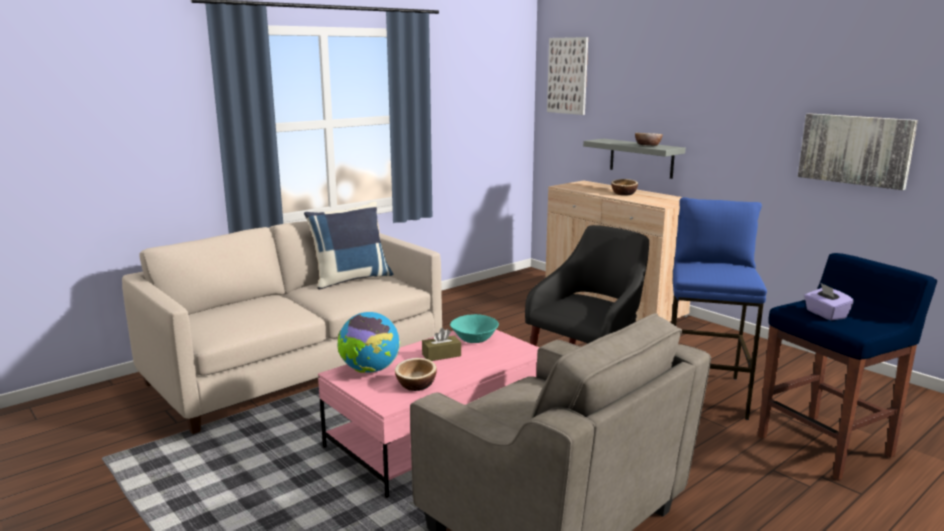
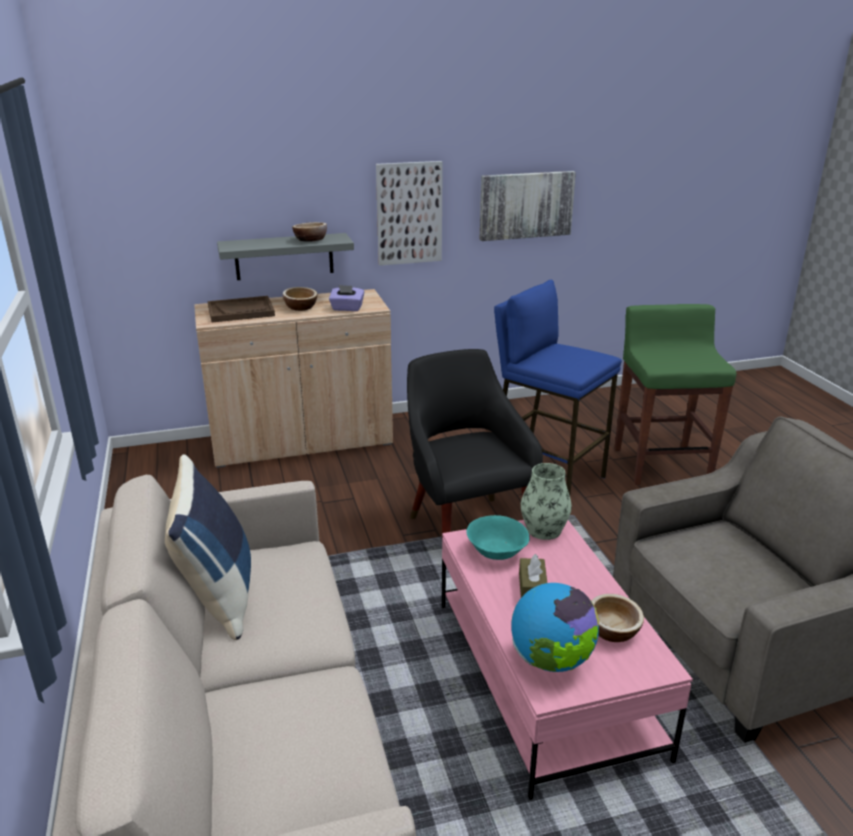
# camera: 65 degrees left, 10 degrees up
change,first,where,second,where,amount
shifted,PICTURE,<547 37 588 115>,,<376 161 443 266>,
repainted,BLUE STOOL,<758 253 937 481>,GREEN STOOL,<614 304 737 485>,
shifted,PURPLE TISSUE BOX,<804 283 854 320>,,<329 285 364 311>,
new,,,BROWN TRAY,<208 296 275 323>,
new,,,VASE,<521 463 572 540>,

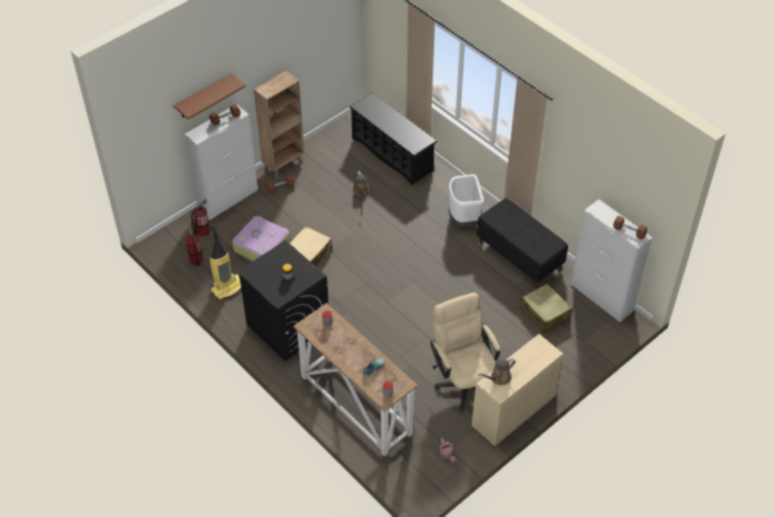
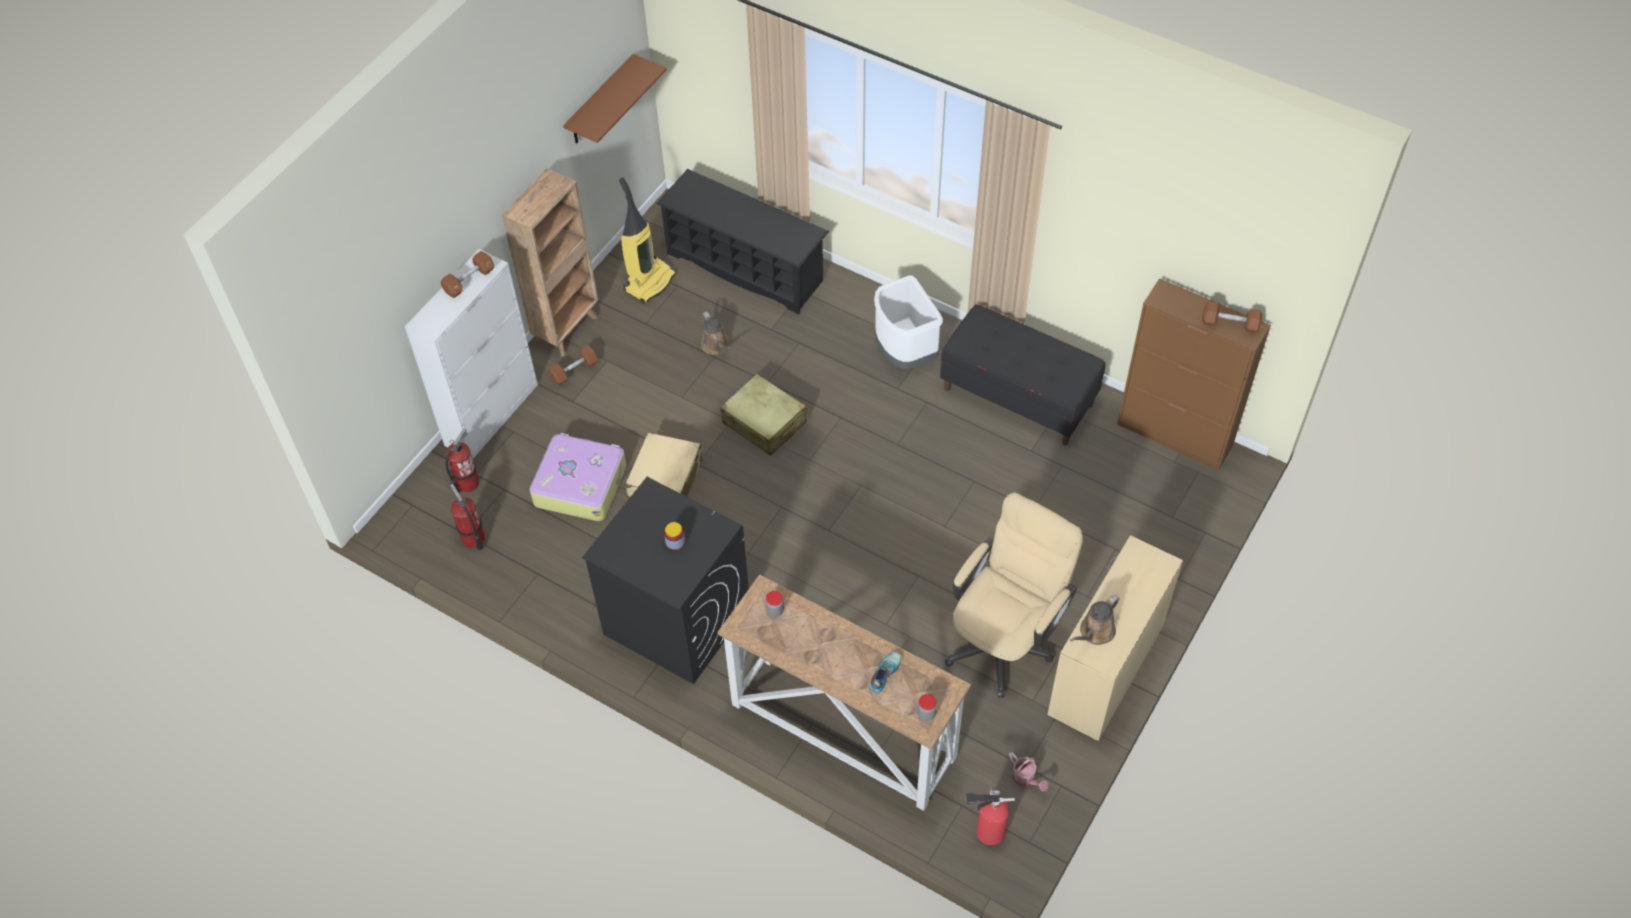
# camera: 15 degrees left, 5 degrees up
change,first,where,second,where,amount
shifted,BROWN SHELF,<173 73 246 119>,,<563 54 667 144>,
repainted,WHITE CABINET,<571 199 652 322>,BROWN CABINET,<1117 278 1271 470>,
shifted,VACUUM CLEANER,<209 224 241 301>,,<619 177 676 304>,
shifted,BEIGE SUITCASE,<520 283 572 333>,,<720 374 807 456>,
rotated,BEIGE OFFICE CHAIR,<430 292 500 413>,,<945 492 1083 698>,75 degrees clockwise
new,,,FIRE EXTINGUISHER,<966 786 1015 846>,

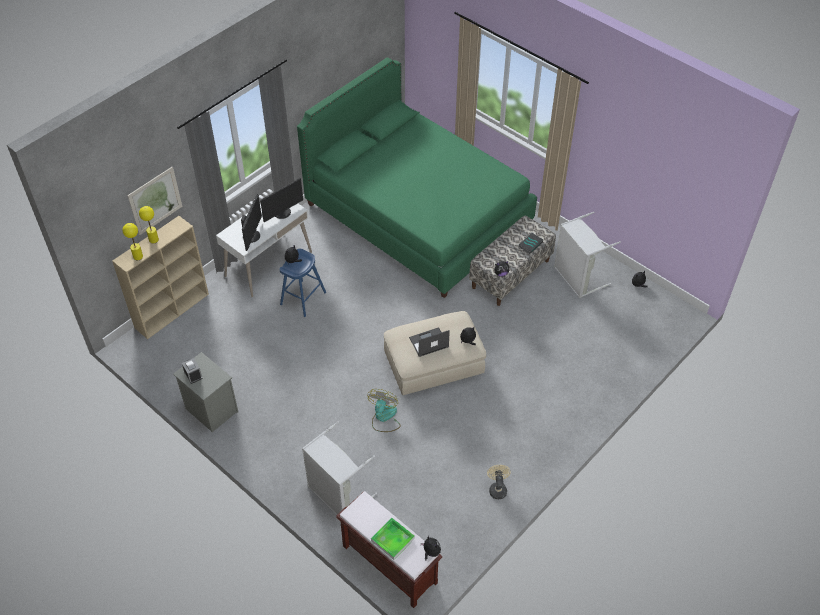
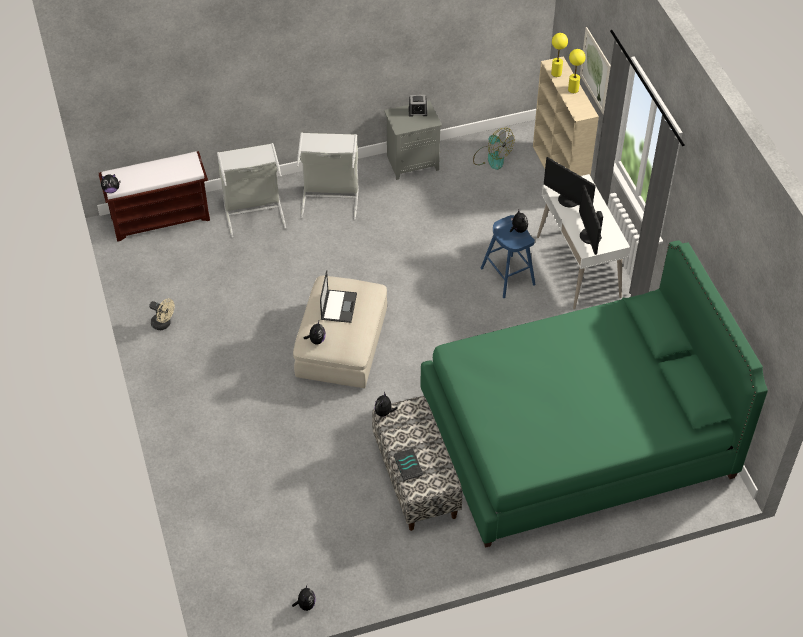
# camera: 120 degrees right, 0 degrees up
change,first,where,second,where,amount
shifted,GREY LAUNDRY BASKET,<554 212 621 298>,,<297 132 359 220>,
shifted,FAN,<367 389 401 432>,,<473 128 514 170>,
gone,TRAY,<371 518 415 560>,,,

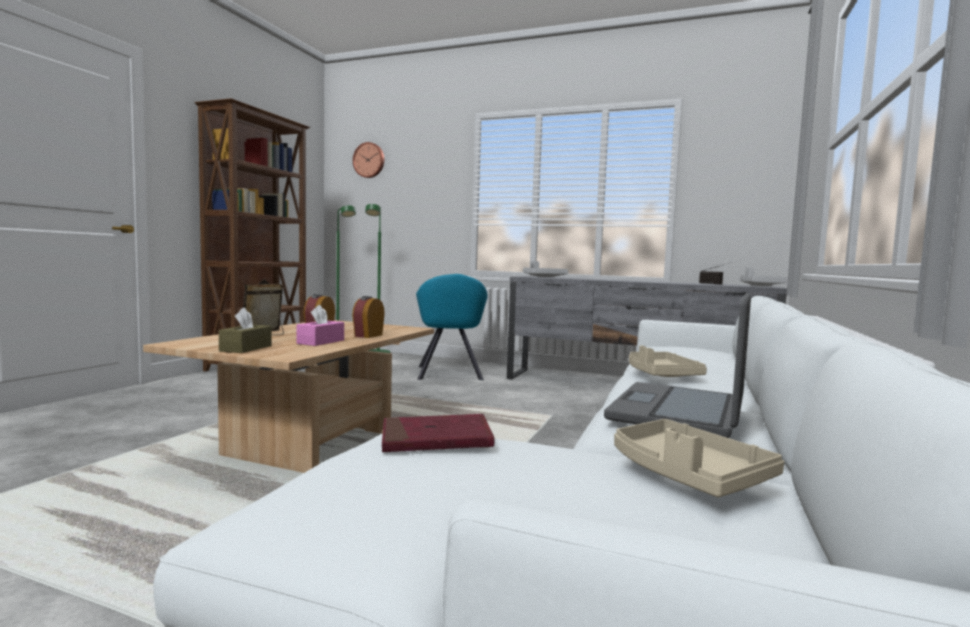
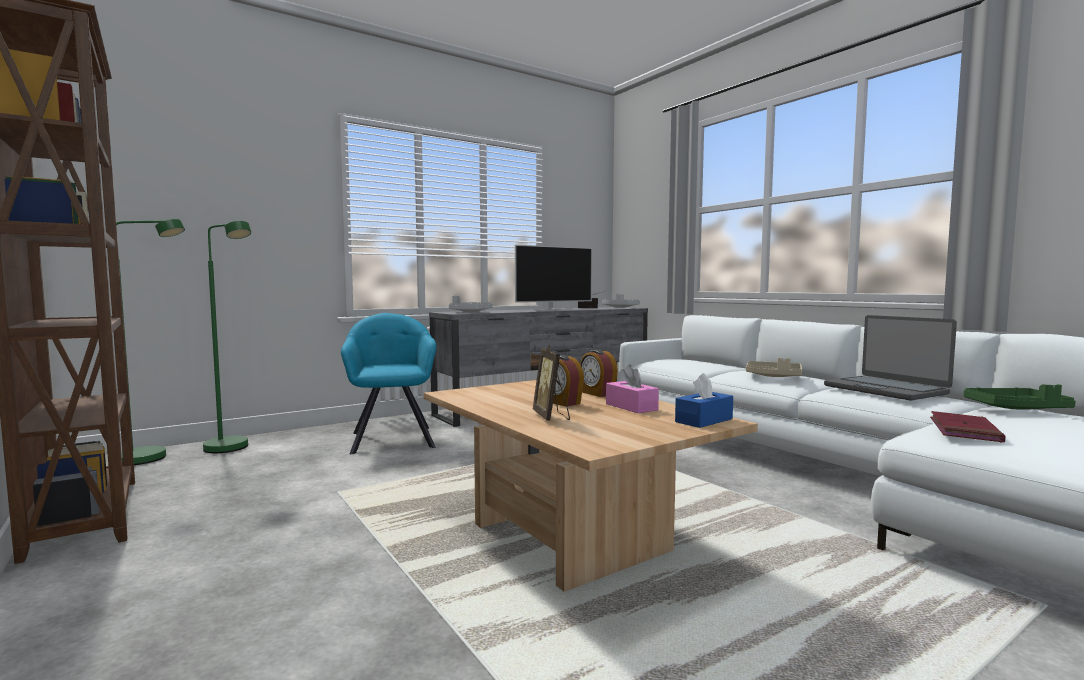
# camera: 55 degrees left, 0 degrees up
change,first,where,second,where,amount
gone,WALL CLOCK,<353 142 384 178>,,,
rotated,TURQUOISE ARMCHAIR,<416 274 488 380>,,<341 313 437 454>,135 degrees counterclockwise
gone,BROWN TISSUE BOX,<219 307 272 353>,,,
repainted,BEIGE TRAY,<614 419 784 497>,GREEN TRAY,<964 384 1076 410>,
new,,,TELEVISION,<515 245 592 310>,
new,,,BLUE TISSUE BOX,<675 373 733 428>,

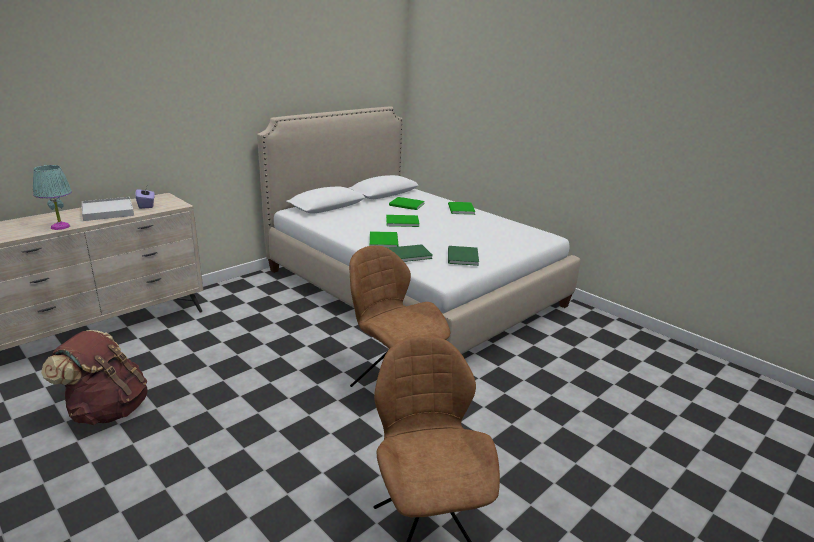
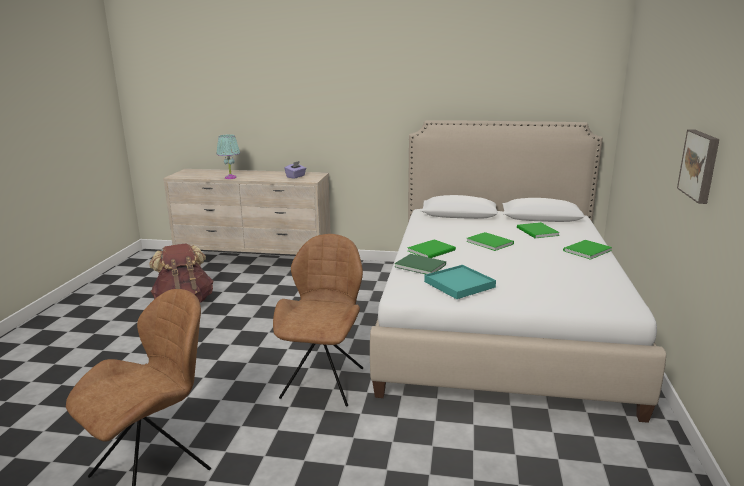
# camera: 55 degrees right, 5 degrees down
change,first,where,second,where,amount
gone,WHITE TRAY,<82 197 134 221>,,,
swapped,GREEN BOOK,<448 246 479 266>,TURQUOISE TRAY,<424 265 496 299>,
new,,,PICTURE,<677 129 719 204>,

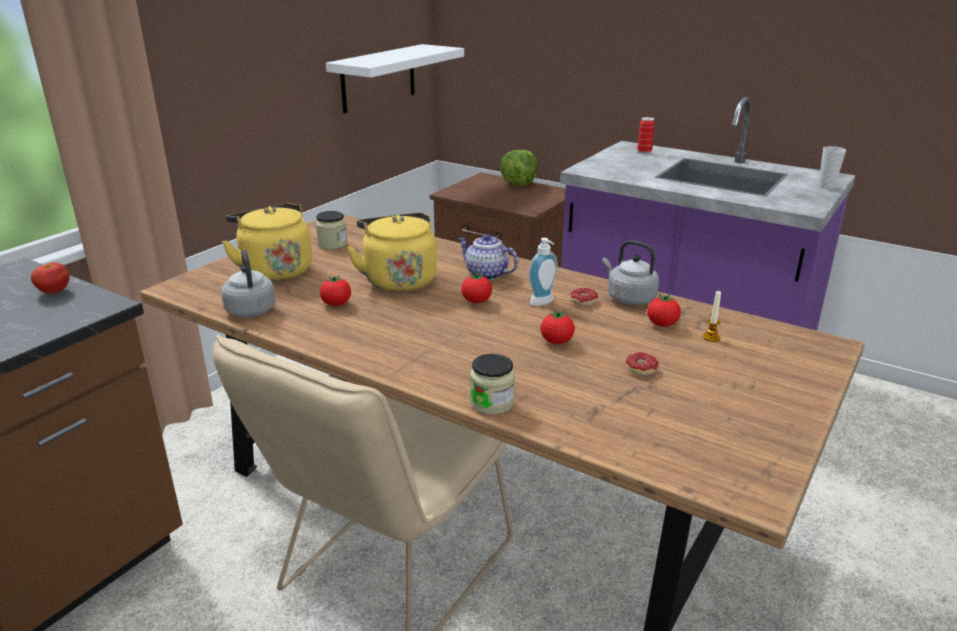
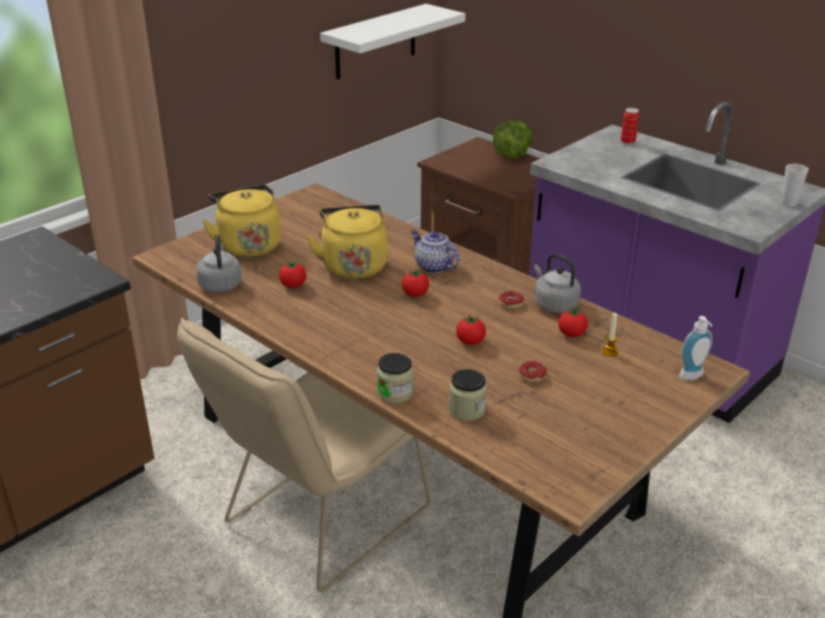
# camera: 10 degrees right, 5 degrees up
change,first,where,second,where,amount
shifted,JAR,<316 211 347 250>,,<449 369 487 421>,
shifted,SOAP DISPENSER,<528 238 558 306>,,<679 316 713 380>,
gone,TOMATO,<31 263 69 294>,,,

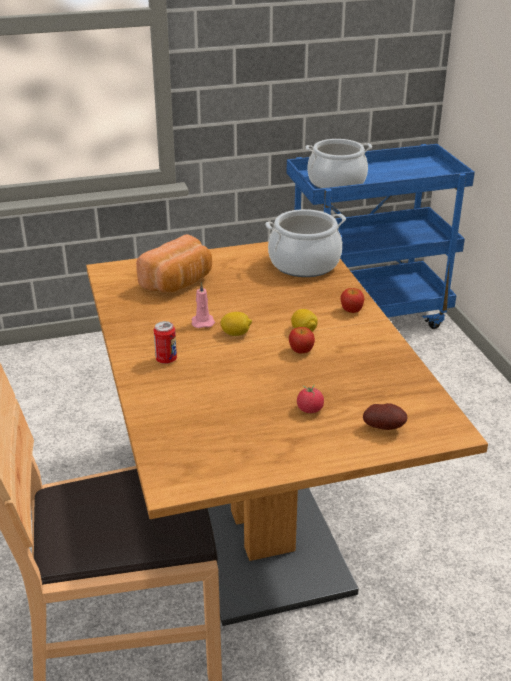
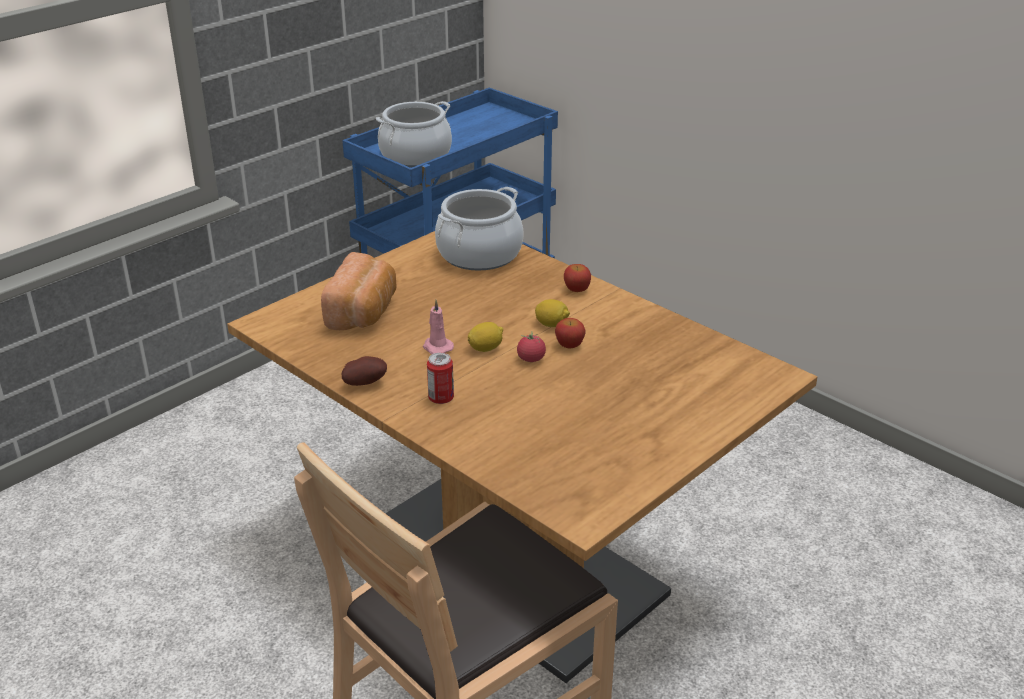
# camera: 30 degrees left, 0 degrees up
change,first,where,second,where,amount
shifted,TOMATO,<297 385 324 413>,,<517 331 546 362>,
shifted,POTATO,<363 403 408 430>,,<342 356 387 386>,

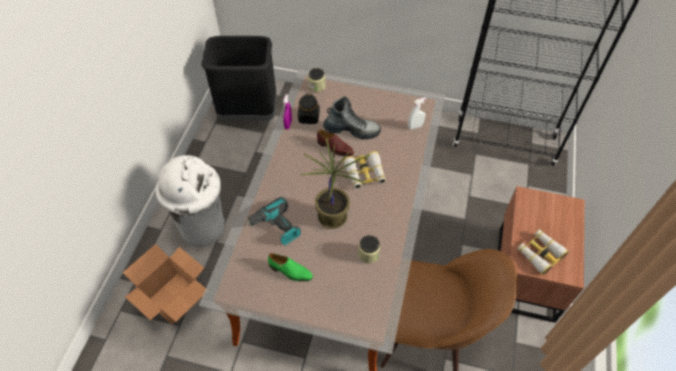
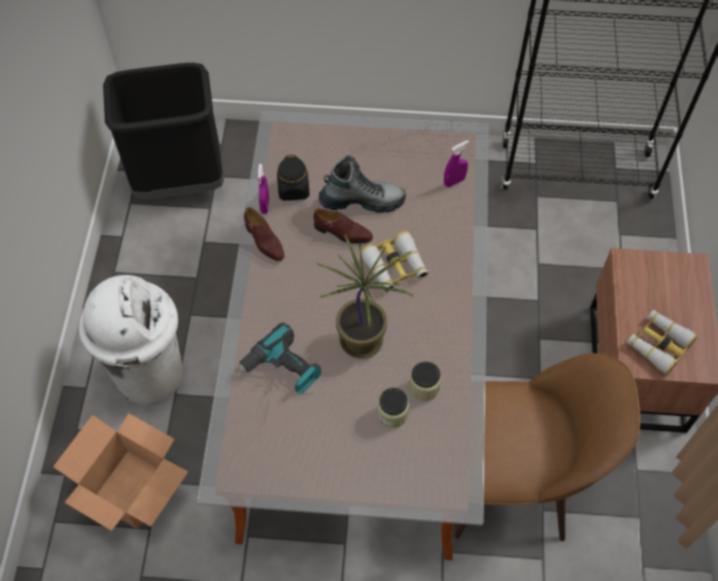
# camera: 10 degrees left, 5 degrees up
change,first,where,second,where,amount
shifted,JAR,<308 68 326 92>,,<377 388 409 428>,
repainted,WHITE SPRAY BOTTLE,<408 97 427 130>,PURPLE SPRAY BOTTLE,<444 140 469 187>,
gone,GREEN SHOE,<268 253 313 281>,,,
new,,,BROWN SHOE,<244 207 285 261>,

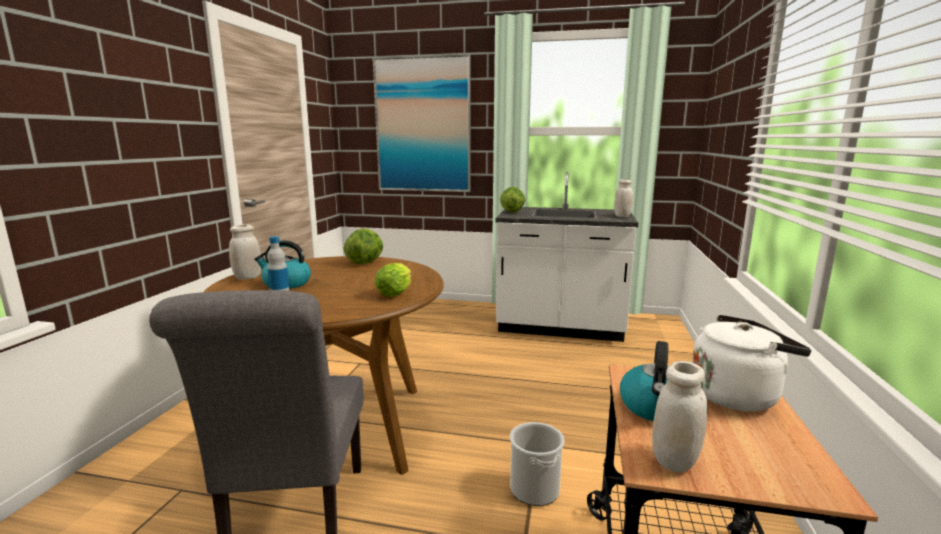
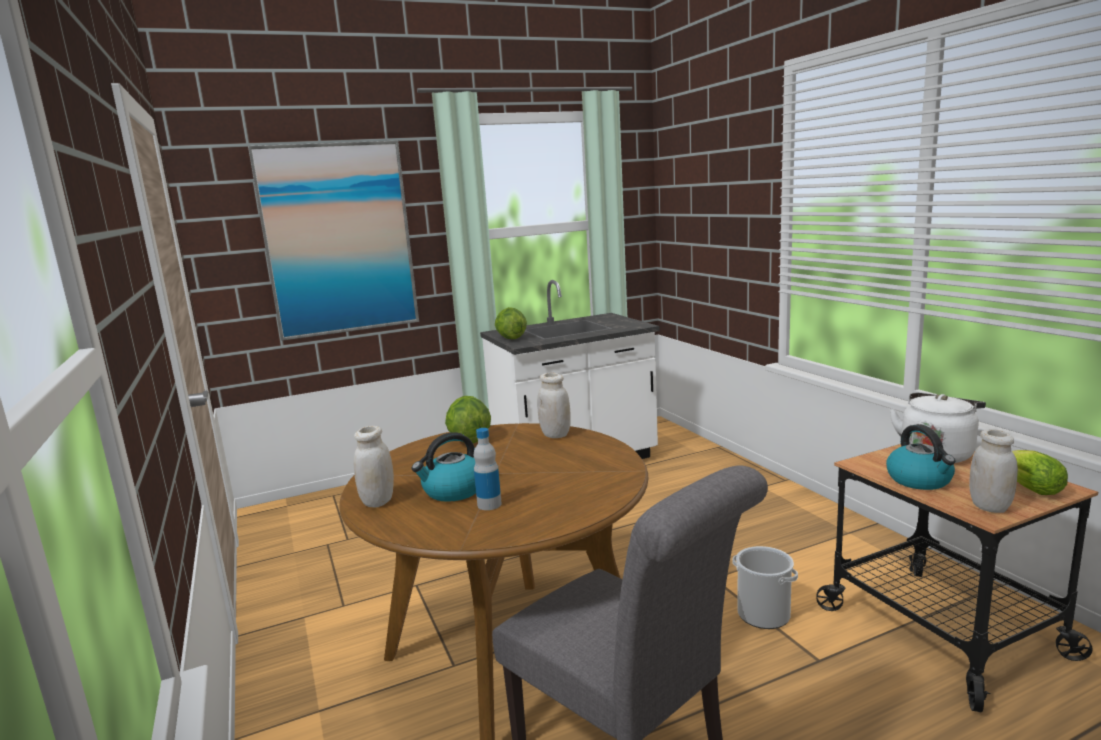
# camera: 35 degrees left, 0 degrees up
change,first,where,second,where,amount
shifted,WHITE JAR,<614 179 633 217>,,<537 373 571 438>,
shifted,LETTUCE,<375 263 411 297>,,<1012 450 1068 495>,

